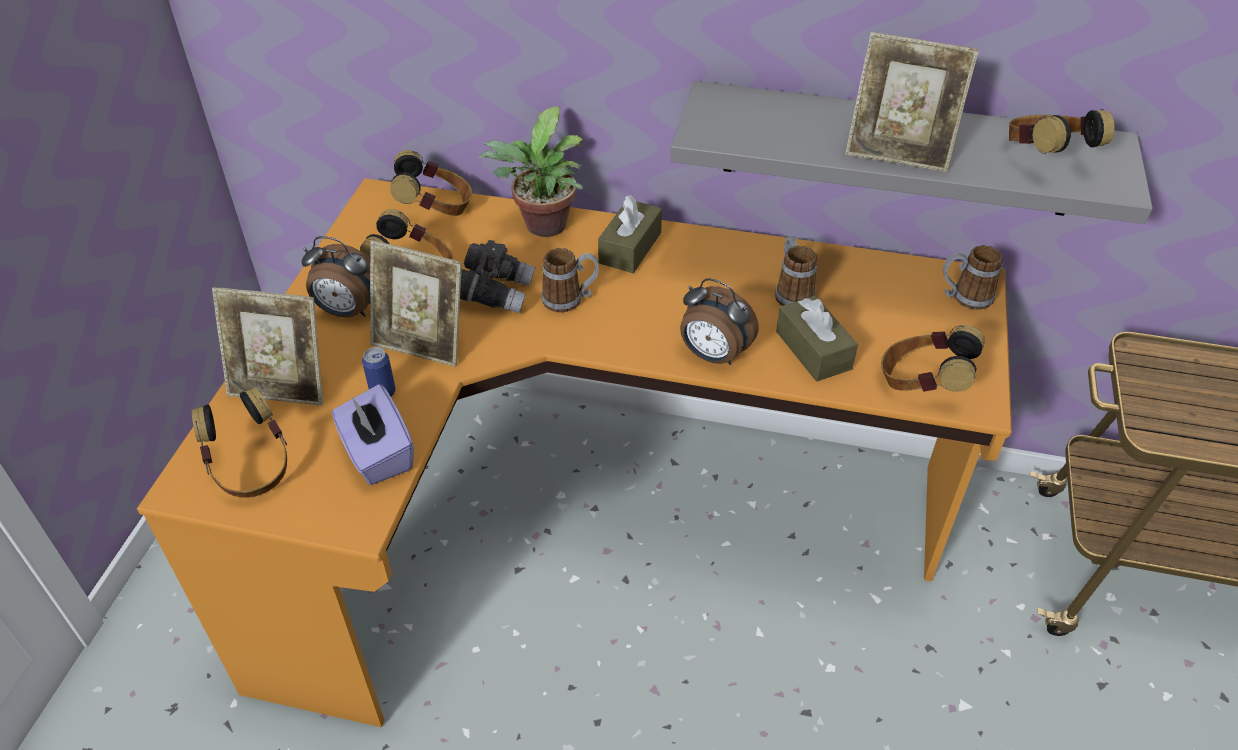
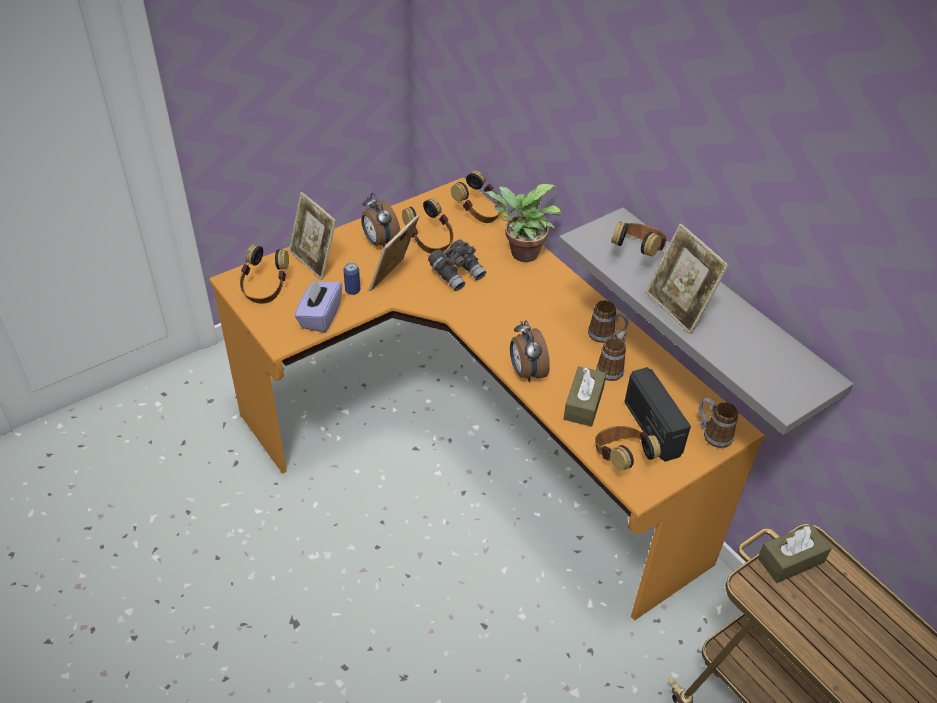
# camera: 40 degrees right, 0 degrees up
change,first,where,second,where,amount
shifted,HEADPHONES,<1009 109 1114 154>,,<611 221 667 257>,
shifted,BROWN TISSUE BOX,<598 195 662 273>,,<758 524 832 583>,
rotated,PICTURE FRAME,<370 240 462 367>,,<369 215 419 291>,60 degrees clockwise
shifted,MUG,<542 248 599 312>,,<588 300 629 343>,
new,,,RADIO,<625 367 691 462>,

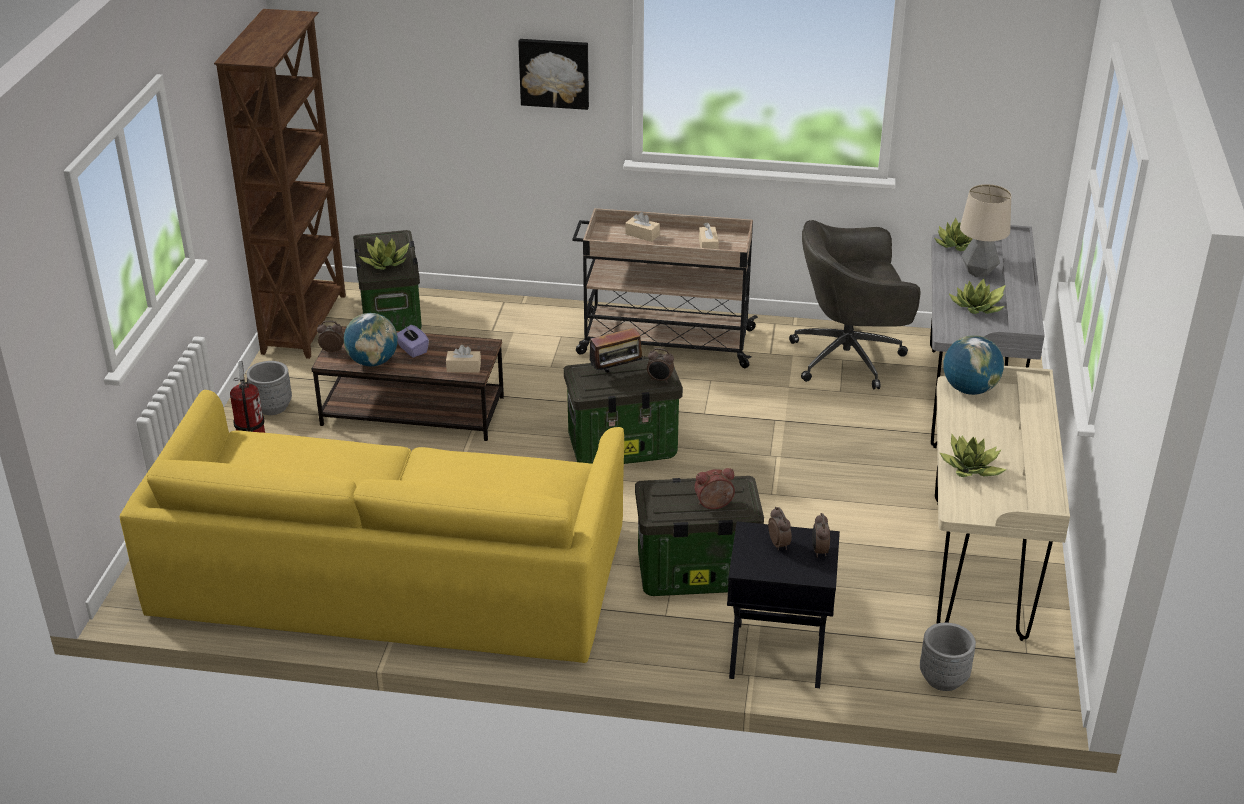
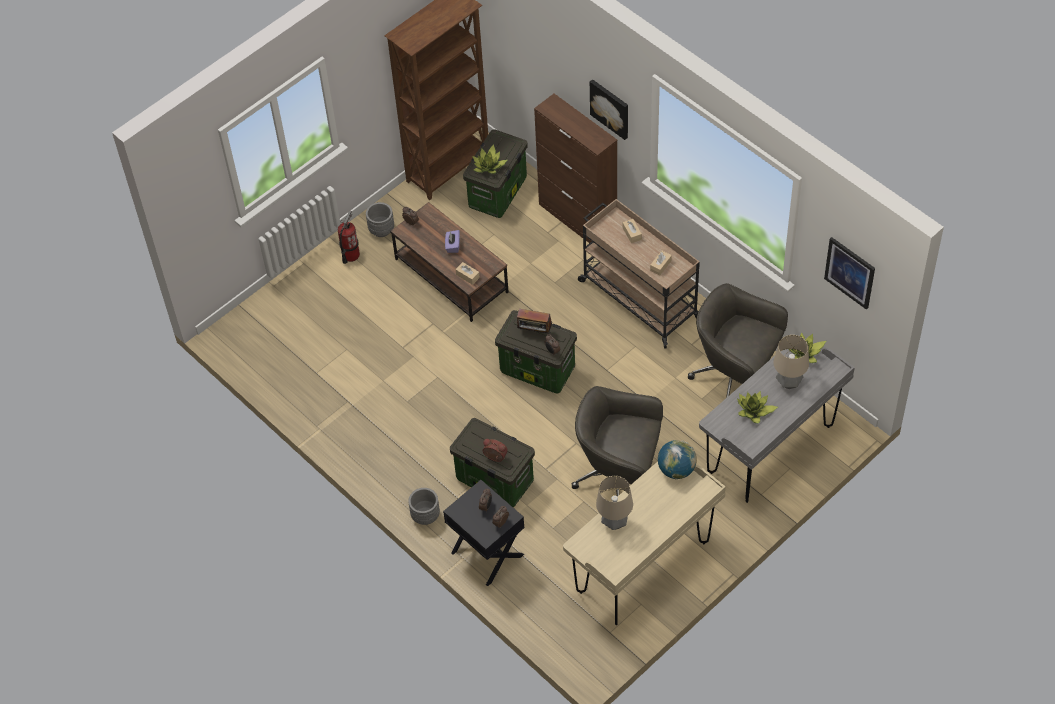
# camera: 40 degrees right, 20 degrees up
change,first,where,second,where,amount
gone,GLOBE,<344 313 398 366>,,,
gone,YELLOW SOFA,<120 390 624 663>,,,
swapped,POTTED PLANT,<940 434 1007 477>,TABLE LAMP,<596 476 633 530>,
shifted,GREY PLANTER,<920 623 976 691>,,<408 488 440 525>,
new,,,BROWN CABINET,<534 94 617 243>,
new,,,PICTURE,<824 237 875 310>,
new,,,GREY OFFICE CHAIR,<572 386 663 497>,

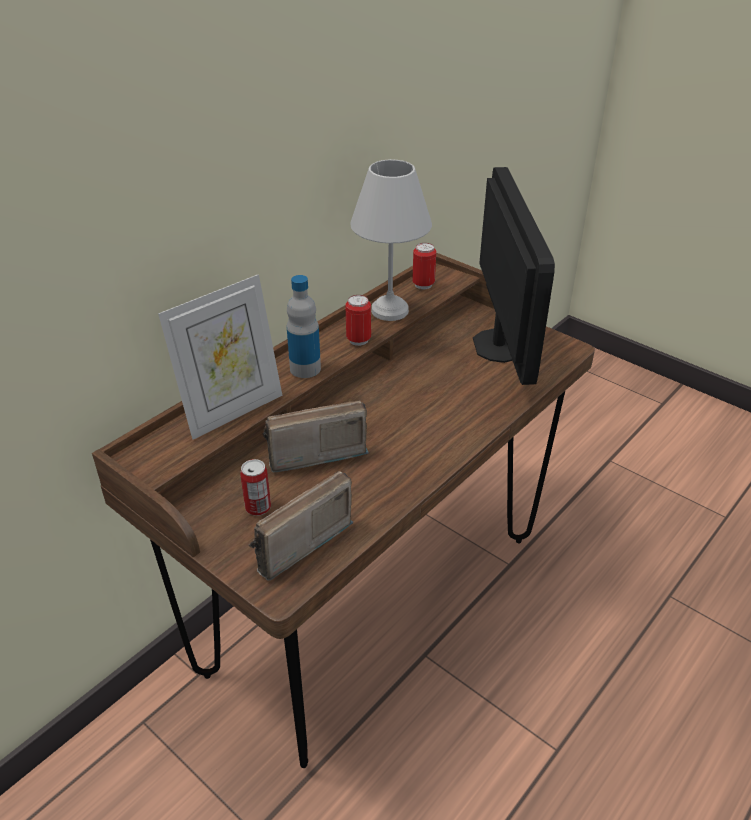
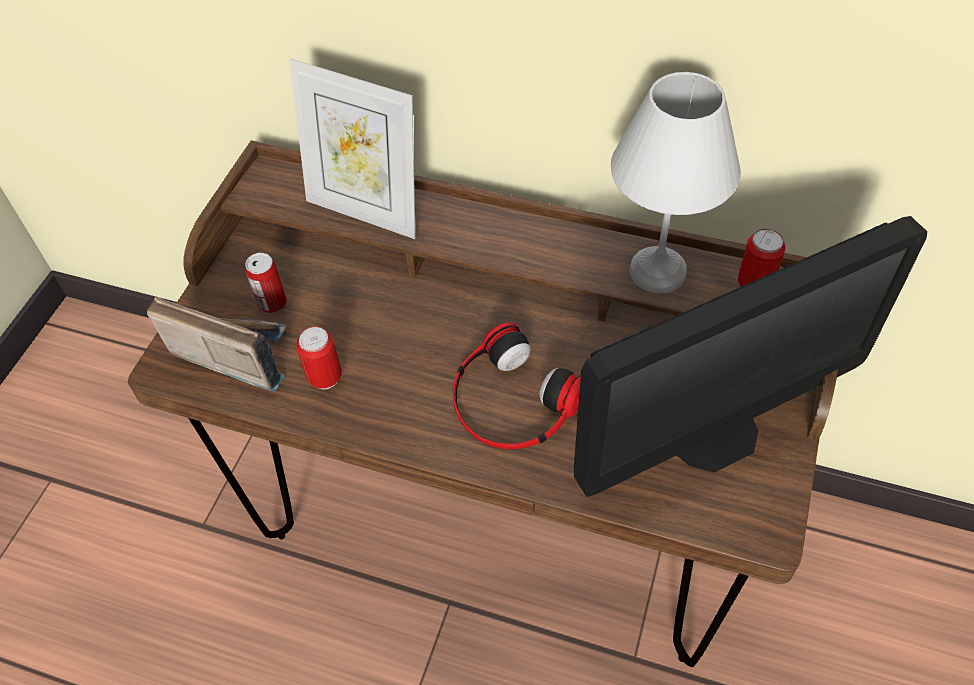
# camera: 70 degrees right, 15 degrees up
change,first,where,second,where,amount
gone,BOTTLE,<287 275 321 378>,,,
shifted,CAN,<345 295 371 346>,,<296 327 342 389>,
gone,RADIO,<263 401 369 472>,,,
new,,,HEADPHONES,<453 322 581 449>,

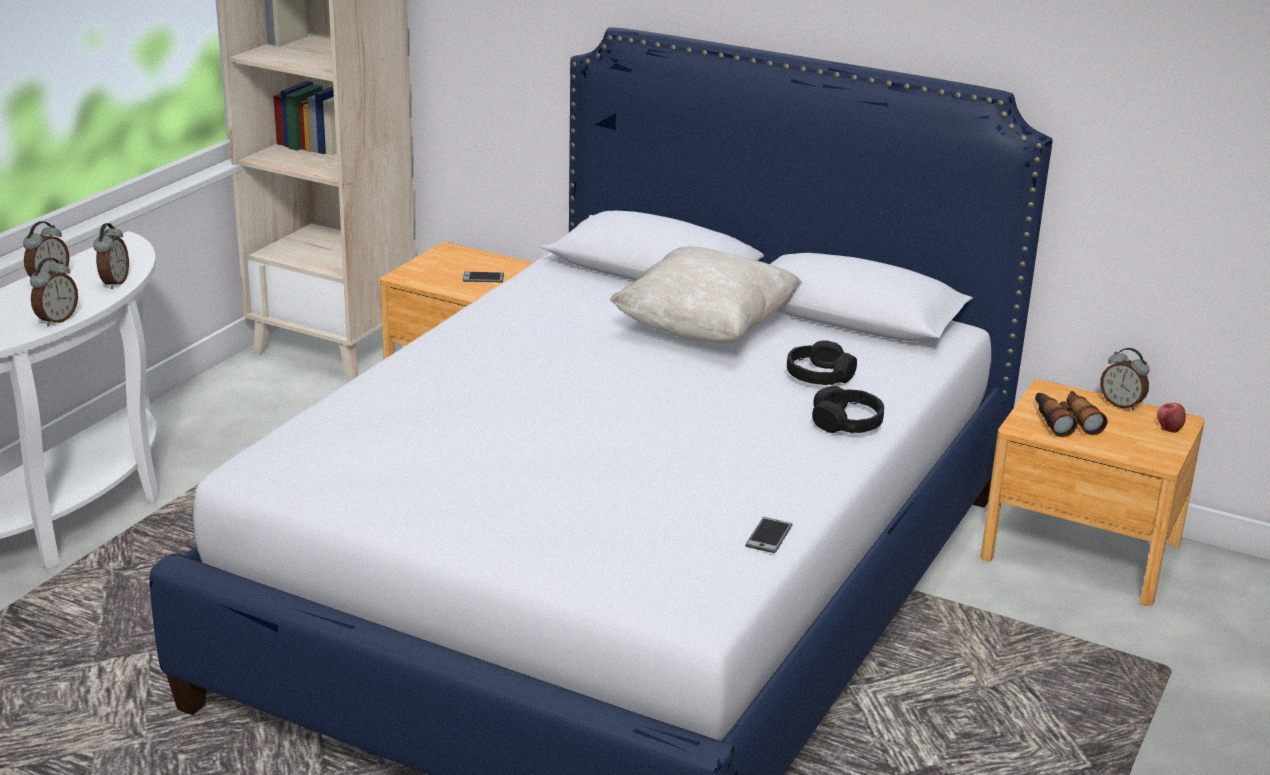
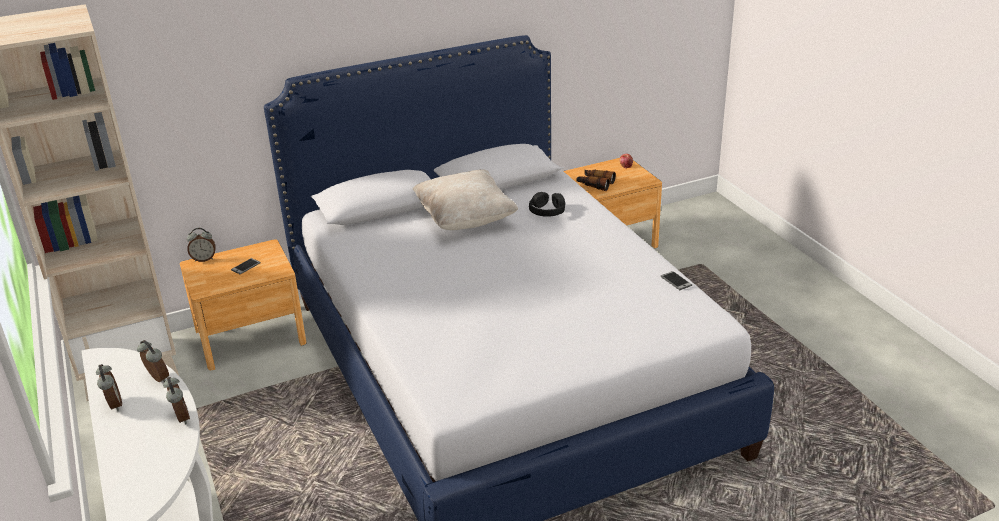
# camera: 50 degrees left, 5 degrees up
change,first,where,second,where,amount
shifted,ALARM CLOCK,<1100 348 1149 411>,,<187 228 216 262>,
gone,BLACK HEADPHONES,<812 386 884 434>,,,

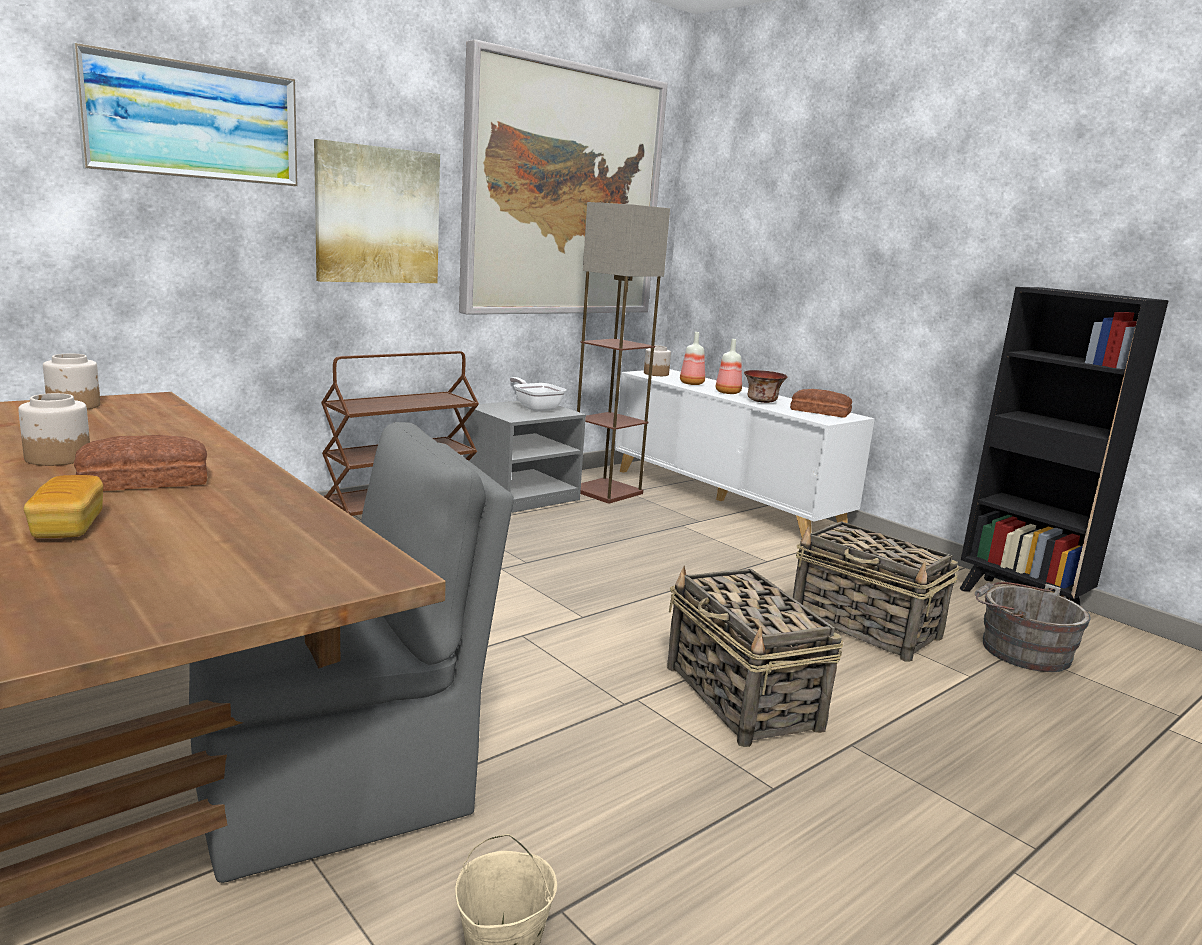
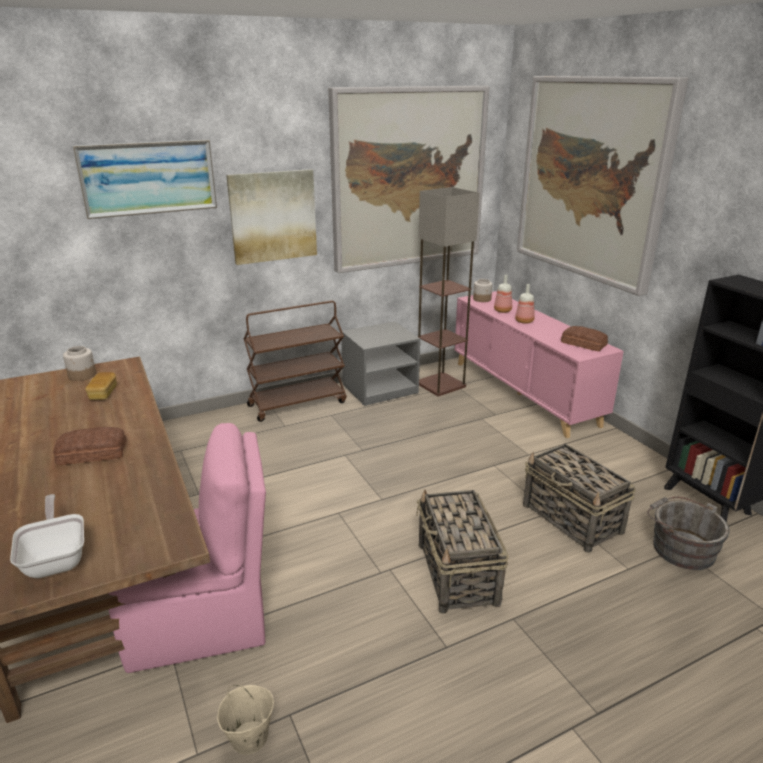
# camera: 15 degrees right, 10 degrees up
change,first,where,second,where,amount
repainted,WHITE CABINET,<615 369 875 538>,PINK CABINET,<454 291 624 438>,
gone,BOWL,<744 370 787 403>,,,
shifted,FRYING PAN,<510 377 566 412>,,<10 494 84 578>,
gone,JAR,<18 393 90 466>,,,
repainted,GREY CHAIR,<189 422 514 883>,PINK CHAIR,<108 423 266 673>,
shifted,BREAD,<24 475 103 538>,,<85 372 117 400>,
new,,,PICTURE,<517 76 689 296>,

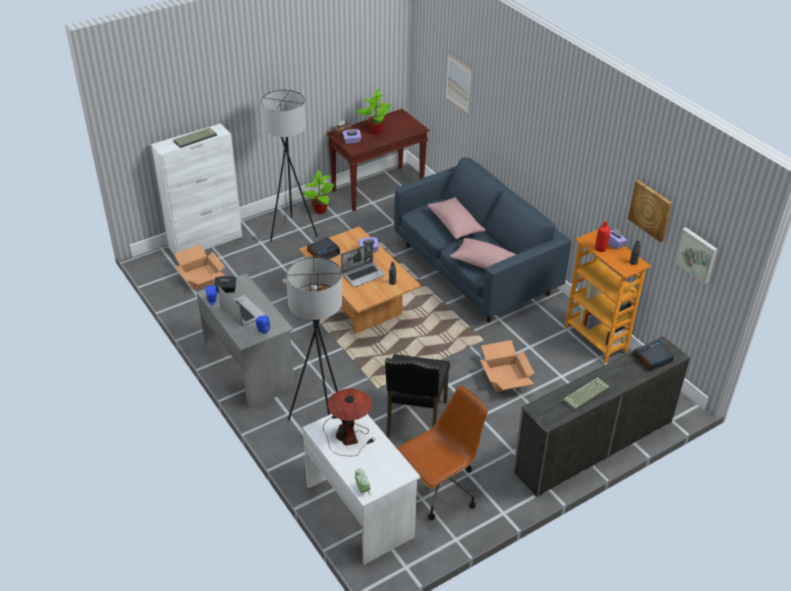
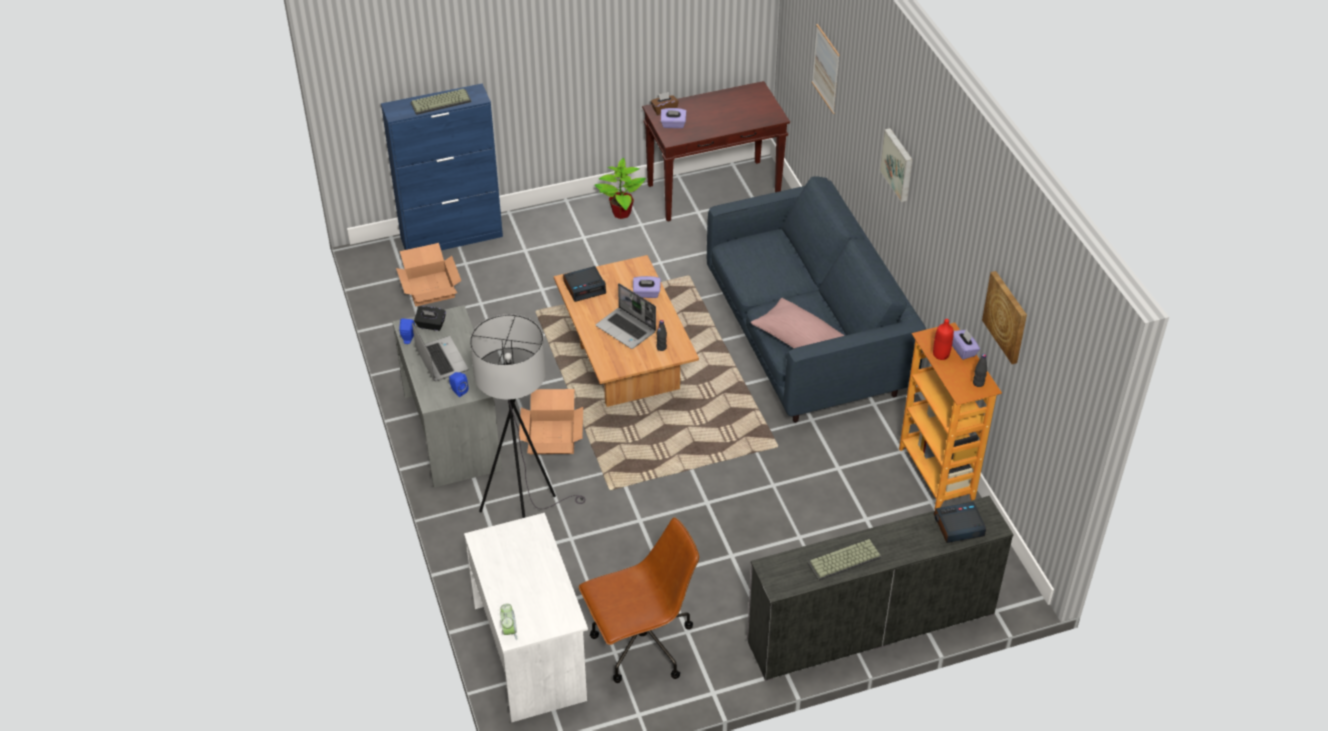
# camera: 15 degrees right, 5 degrees up
change,first,where,second,where,amount
gone,POTTED PLANT,<355 89 392 135>,,,
gone,GREY FLOOR LAMP,<252 90 318 242>,,,
repainted,WHITE CABINET,<151 124 242 254>,BLUE CABINET,<381 83 503 250>,
gone,PINK PILLOW,<427 197 485 239>,,,
shifted,PICTURE,<674 227 718 284>,,<880 128 913 202>,
rotated,LAPTOP,<341 243 385 287>,,<596 283 656 349>,60 degrees clockwise
shifted,CARDBOARD BOX,<480 340 535 392>,,<519 389 583 454>,
gone,BLACK CHAIR,<385 354 450 440>,,,
gone,TABLE LAMP,<323 389 376 456>,,,

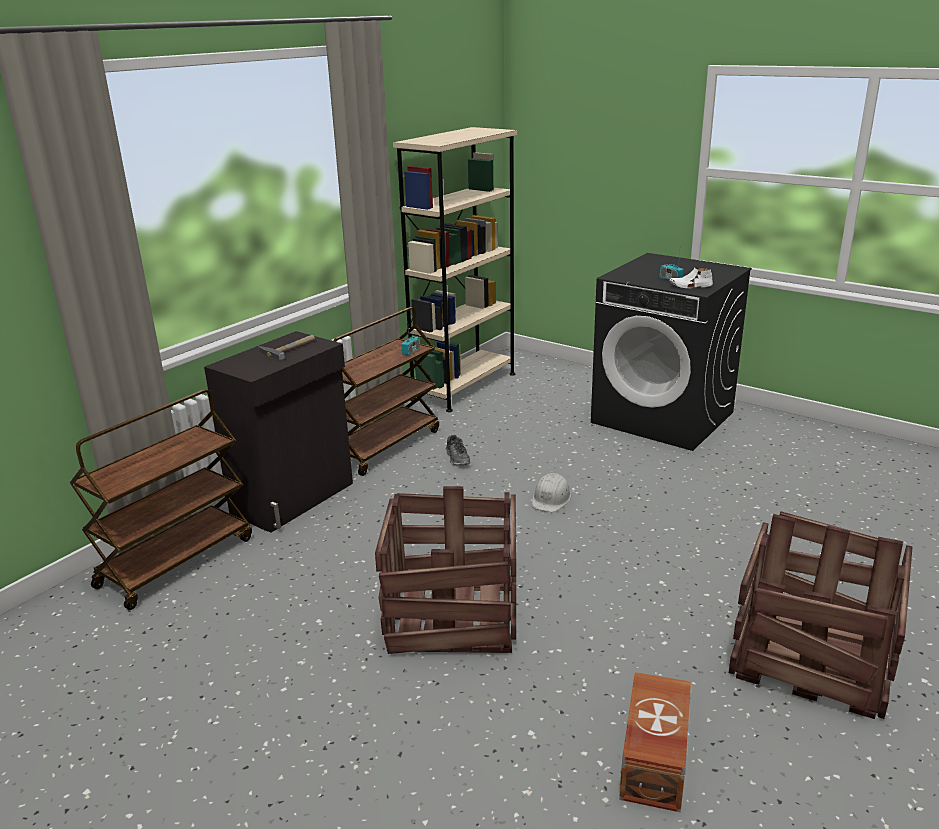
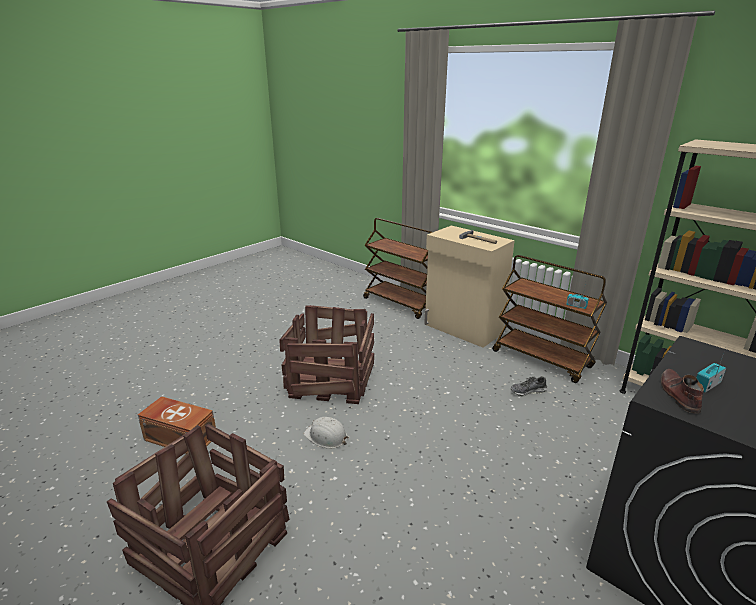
# camera: 95 degrees right, 0 degrees up
change,first,where,second,where,amount
repainted,WHITE SHOE,<669 267 713 288>,BROWN SHOE,<661 369 704 414>,
repainted,BLACK CABINET,<204 331 353 533>,BEIGE CABINET,<424 226 515 348>,
shifted,WHITE HARD HAT,<532 473 571 512>,,<303 417 349 449>,

